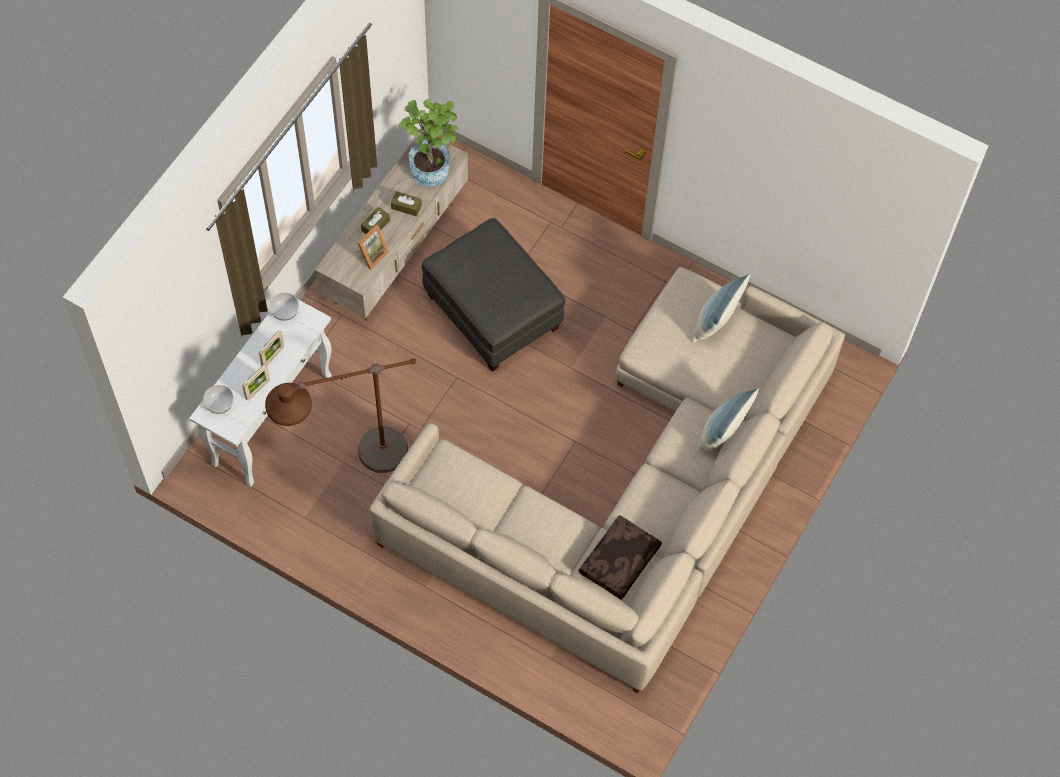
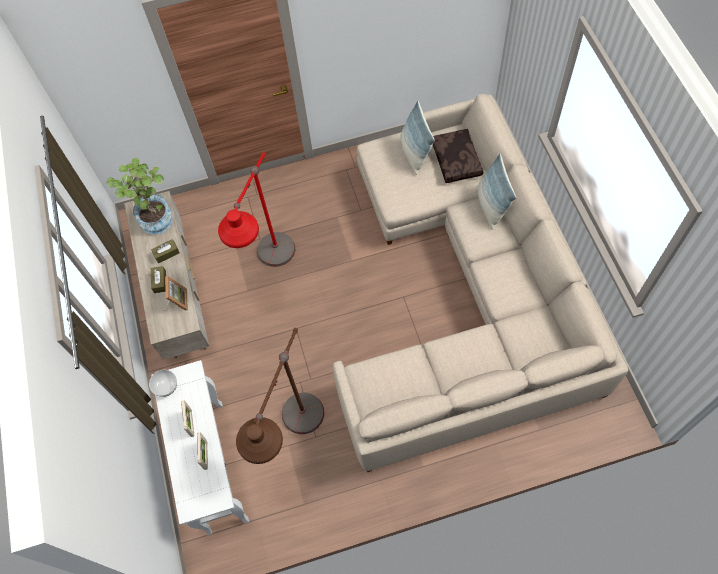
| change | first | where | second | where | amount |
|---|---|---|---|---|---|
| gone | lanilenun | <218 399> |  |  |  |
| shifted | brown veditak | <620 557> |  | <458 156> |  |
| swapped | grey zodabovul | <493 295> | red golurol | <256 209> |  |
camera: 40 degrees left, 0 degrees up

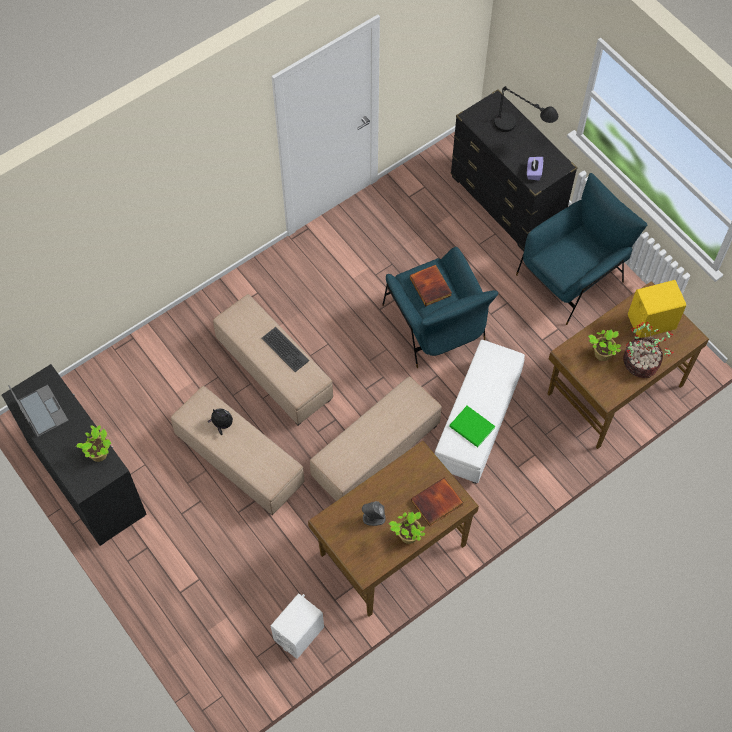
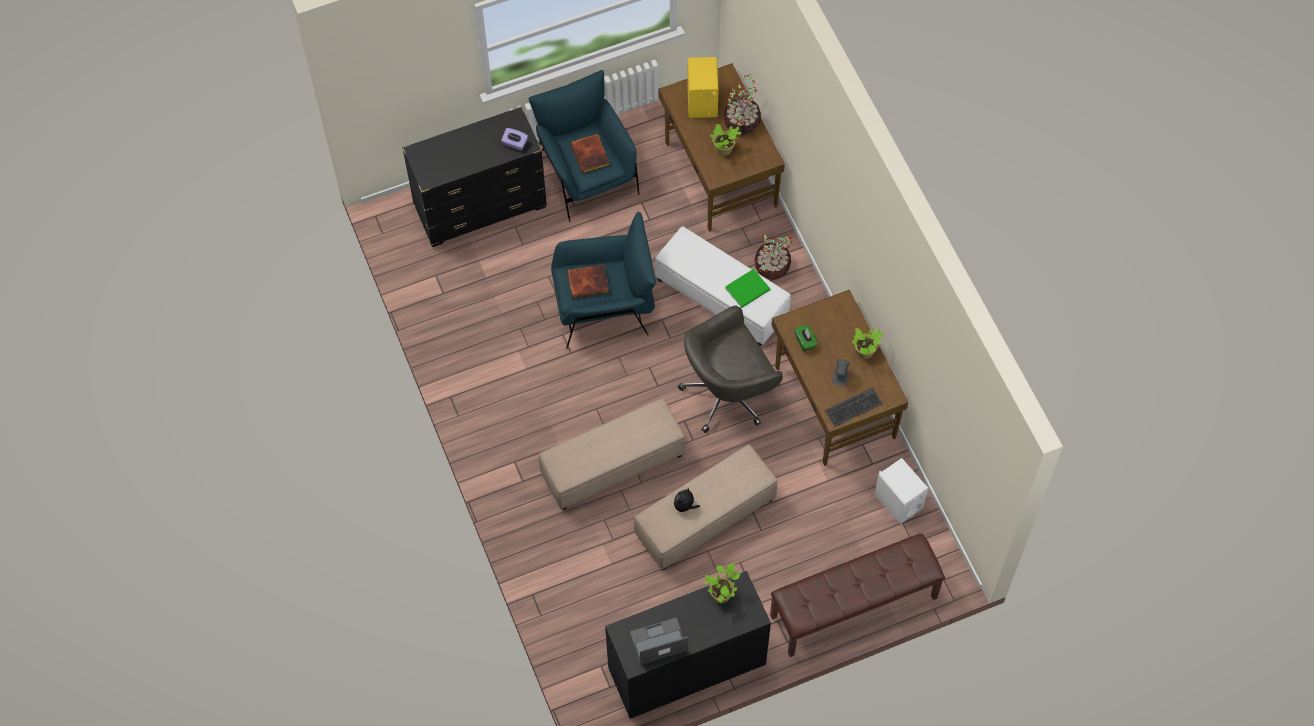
| change | first | where | second | where | amount |
|---|---|---|---|---|---|
| gone | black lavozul | <526 109> |  |  |  |
| new |  |  | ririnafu | <774 257> |  |
| new |  |  | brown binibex | <857 595> |  |
| new |  |  | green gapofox | <806 338> |  |
| shifted | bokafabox | <285 349> |  | <854 407> |  |
| shifted | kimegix | <437 502> |  | <590 154> |  |
| swapped | beige zodabovul | <376 438> | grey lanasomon | <730 369> |  |
camera: 75 degrees left, 0 degrees up

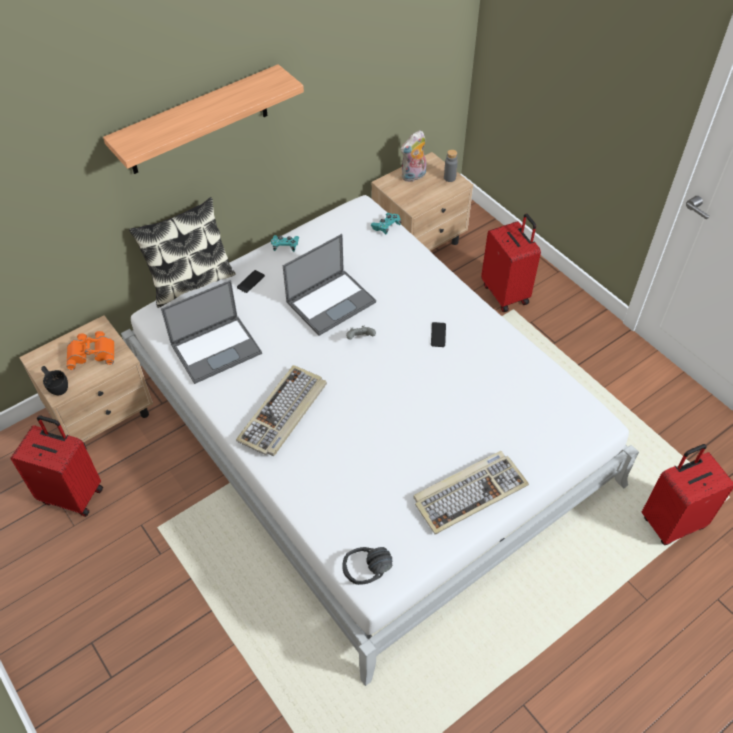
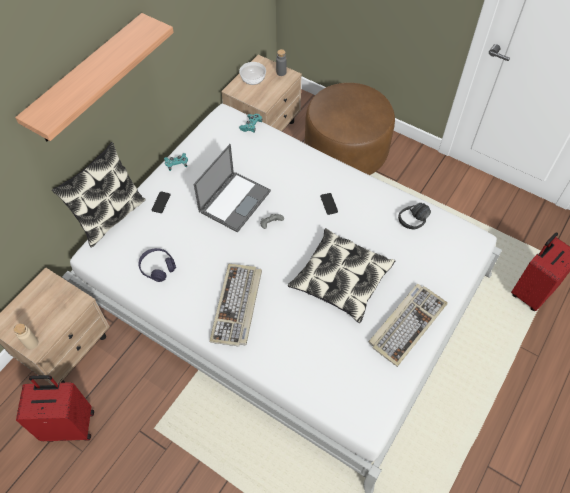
| change | first | where | second | where | amount |
|---|---|---|---|---|---|
| gone | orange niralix | <90 350> |  |  |  |
| new |  |  | veditak | <341 275> |  |
| shifted | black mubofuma | <367 566> |  | <414 216> |  |
| swapped | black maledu | <54 380> | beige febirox | <26 336> |  |
| swapped | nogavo | <211 332> | purple mubofuma | <157 265> |  |
| swapped | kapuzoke | <413 156> | lanilenun | <252 73> |  |
| swapped | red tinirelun | <511 262> | brown zodabovul | <350 129> |  |
camera: 20 degrees left, 5 degrees up

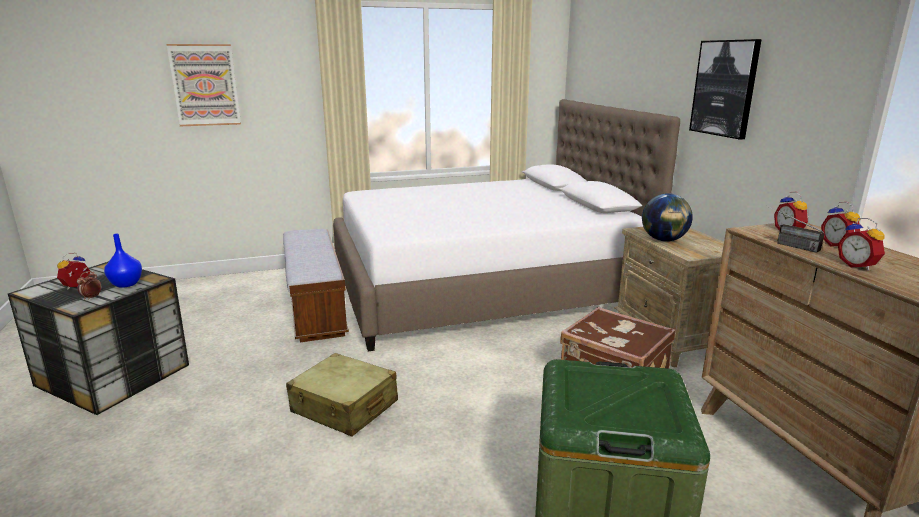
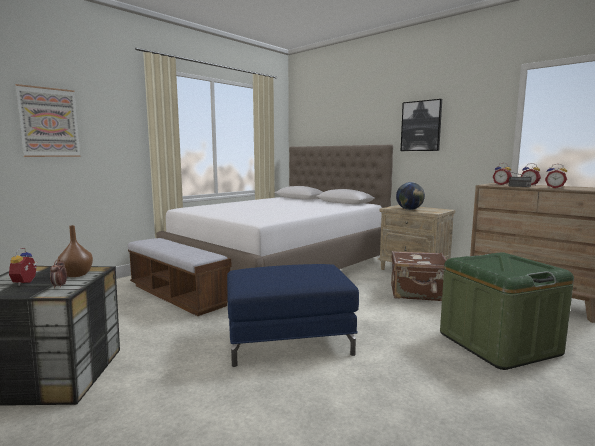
| change | first | where | second | where | amount |
|---|---|---|---|---|---|
| swapped | beige tinirelun | <342 395> | blue zodabovul | <293 315> |  |
| repainted | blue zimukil | <123 261> | brown zimukil | <75 251> |  |
camera: 30 degrees left, 10 degrees down

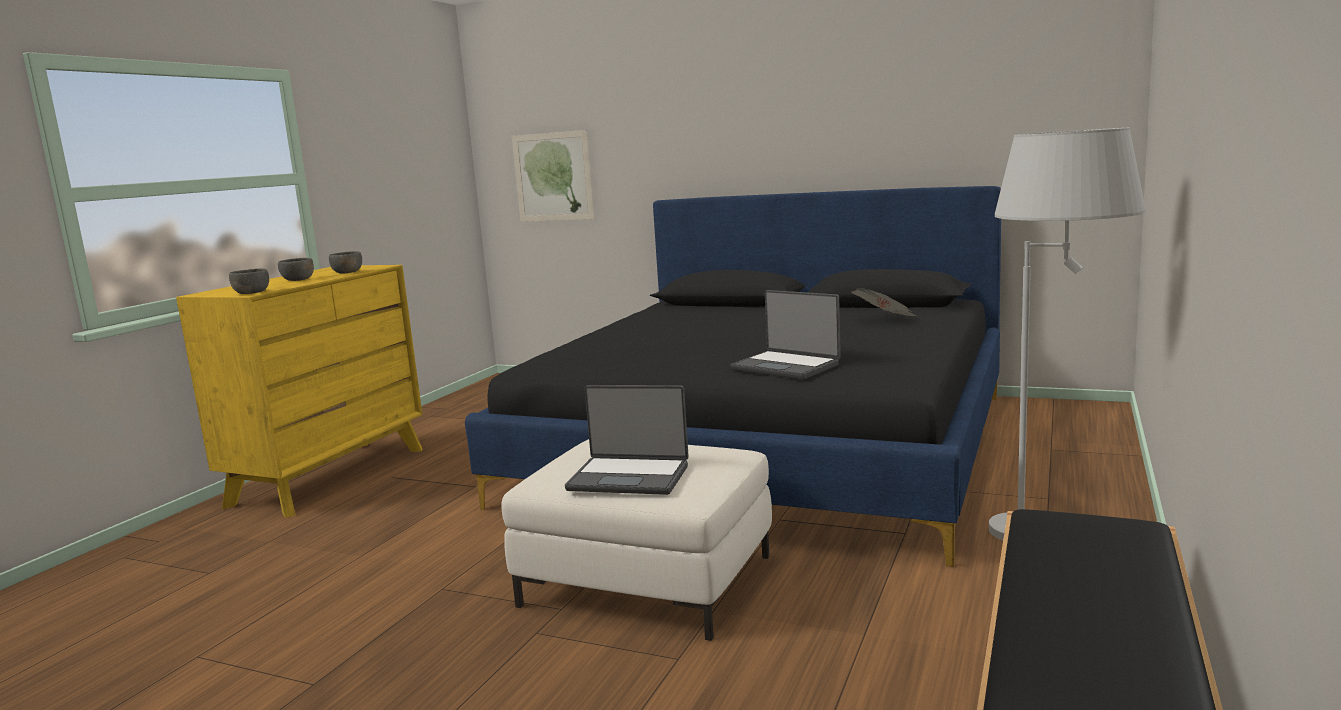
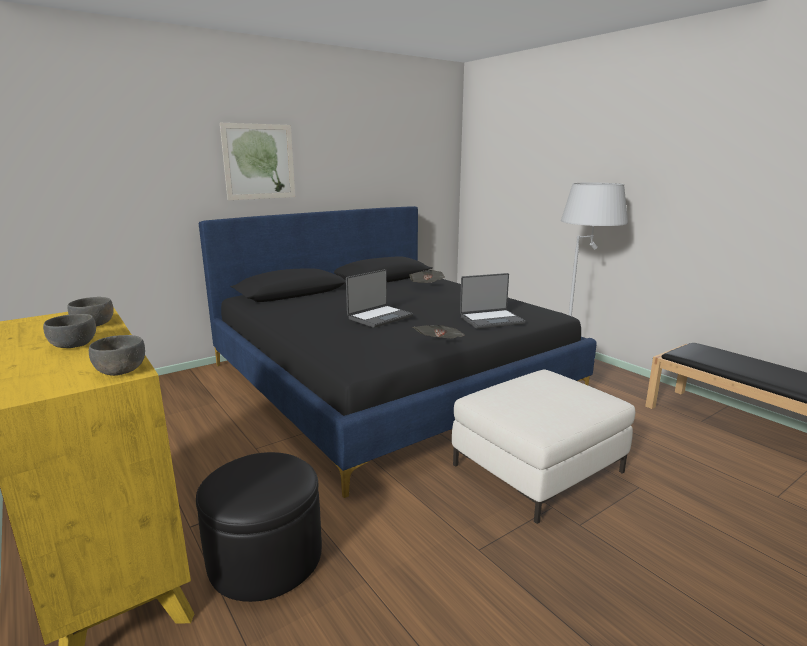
| change | first | where | second | where | amount |
|---|---|---|---|---|---|
| new |  |  | black zodabovul | <259 527> |  |
| new |  |  | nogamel | <438 331> |  |
| shifted | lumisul | <553 176> |  | <257 161> |  |
| shifted | nogavo | <627 440> |  | <379 298> |  |
camera: 60 degrees left, 5 degrees up

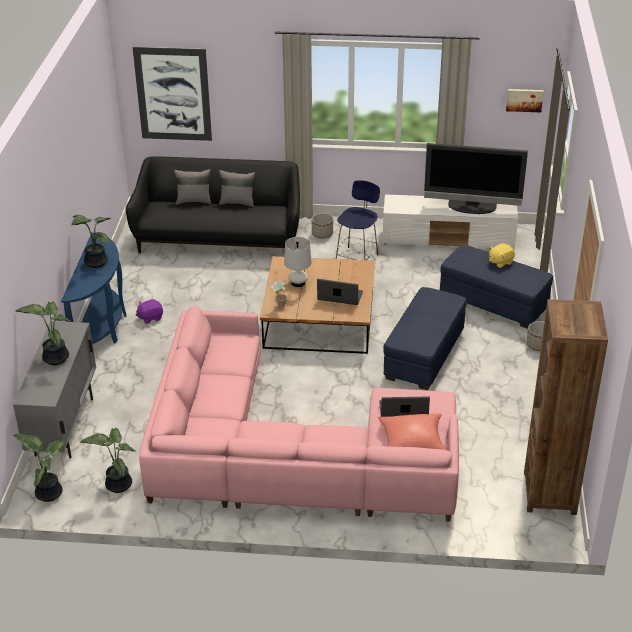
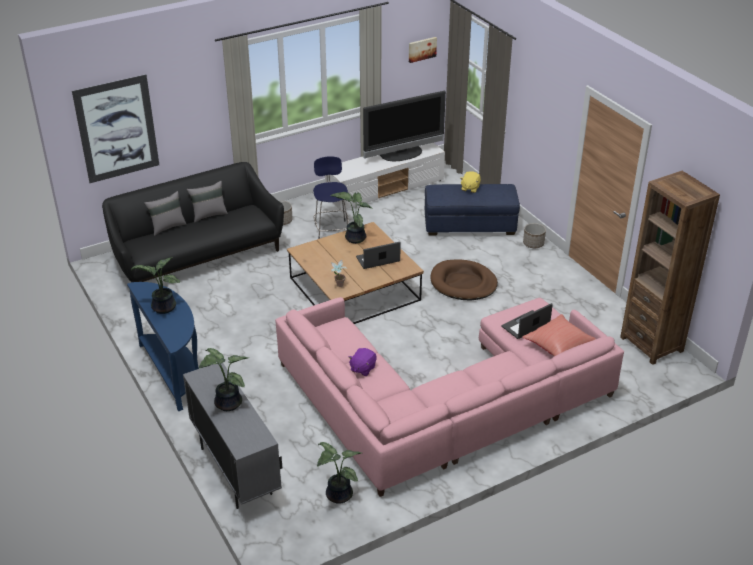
| change | first | where | second | where | amount |
|---|---|---|---|---|---|
| gone | white lavozul | <298 262> |  |  |  |
| shifted | ririnafu | <39 468> |  | <351 218> |  |
| shifted | purple kapuzoke | <149 311> |  | <363 362> |  |
| swapped | blue zodabovul | <425 338> | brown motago | <464 279> |  |
camera: 35 degrees left, 0 degrees up

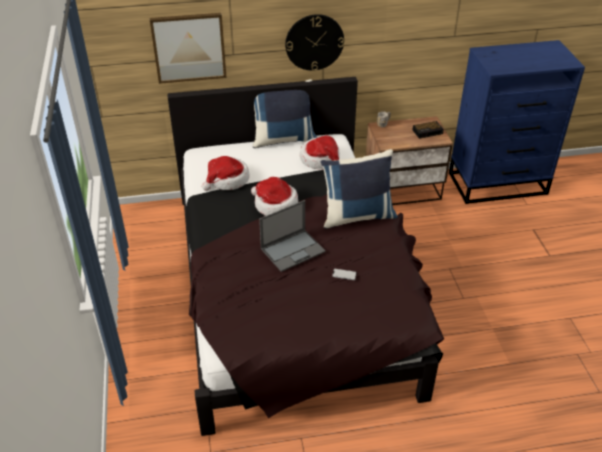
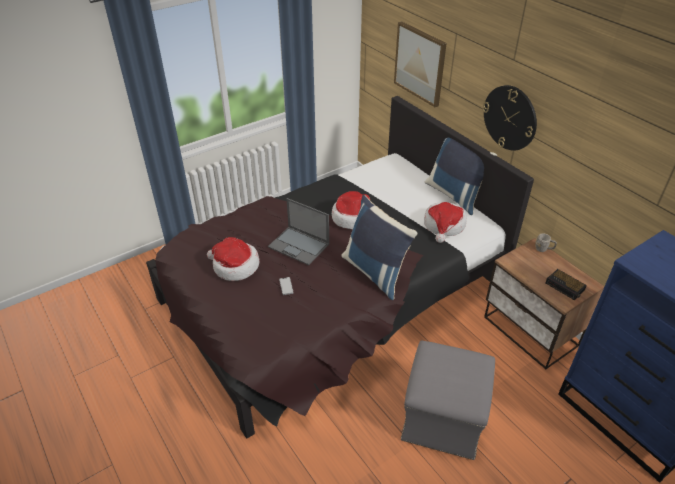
| change | first | where | second | where | amount |
|---|---|---|---|---|---|
| new |  |  | grey zodabovul | <448 400> |  |
| shifted | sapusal | <226 173> |  | <233 259> |  |
camera: 65 degrees right, 0 degrees up

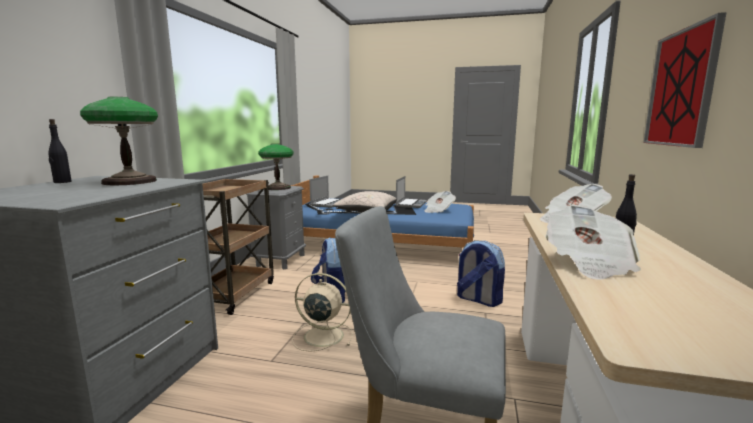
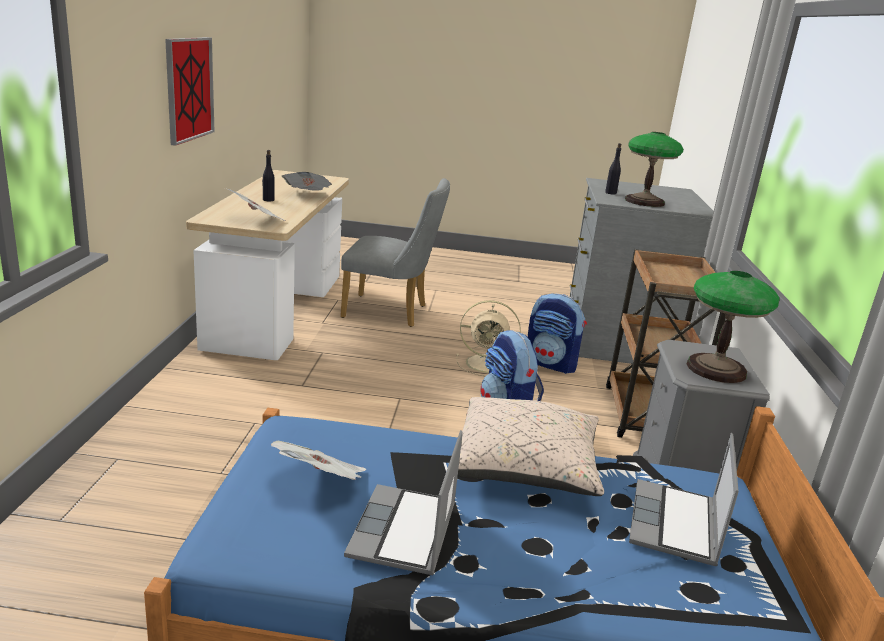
| change | first | where | second | where | amount |
|---|---|---|---|---|---|
| shifted | black febirox | <60 151> |  | <613 169> |  |
| shifted | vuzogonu | <481 273> |  | <557 333> |  |
camera: 170 degrees right, 10 degrees up

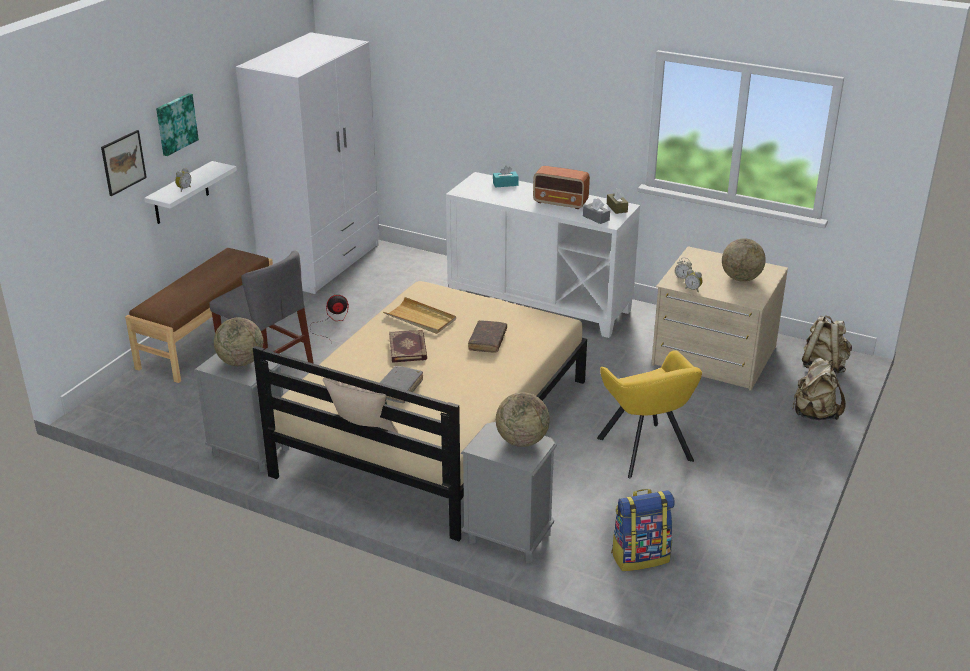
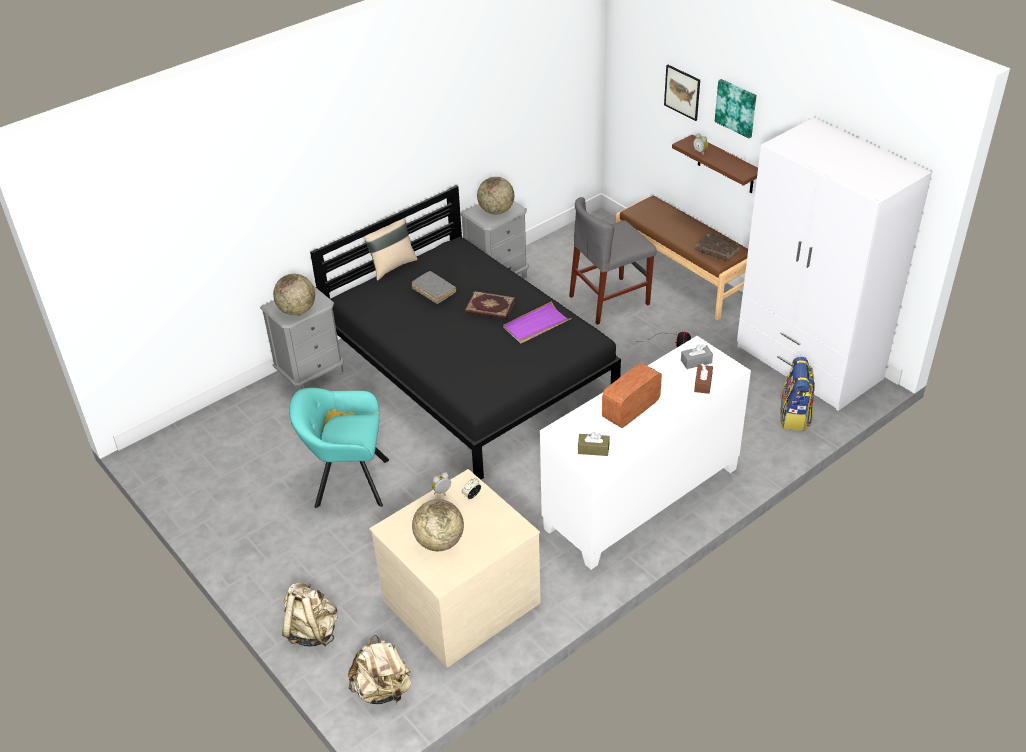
| change | first | where | second | where | amount |
|---|---|---|---|---|---|
| shifted | brown kimegix | <487 336> |  | <717 247> |  |
| shifted | grey gapofox | <596 211> |  | <697 356> |  |
| shifted | vuzogonu | <643 530> |  | <797 393> |  |
| repainted | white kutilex | <190 192> | brown kutilex | <715 163> |  |
| repainted | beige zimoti | <420 411> | black zimoti | <465 332> |  |
| repainted | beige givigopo | <419 315> | purple givigopo | <537 322> |  |
| repainted | turquoise gapofox | <506 176> | brown gapofox | <703 379> |  |
| repainted | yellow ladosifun | <649 414> | turquoise ladosifun | <339 448> |  |
camera: 115 degrees right, 10 degrees up

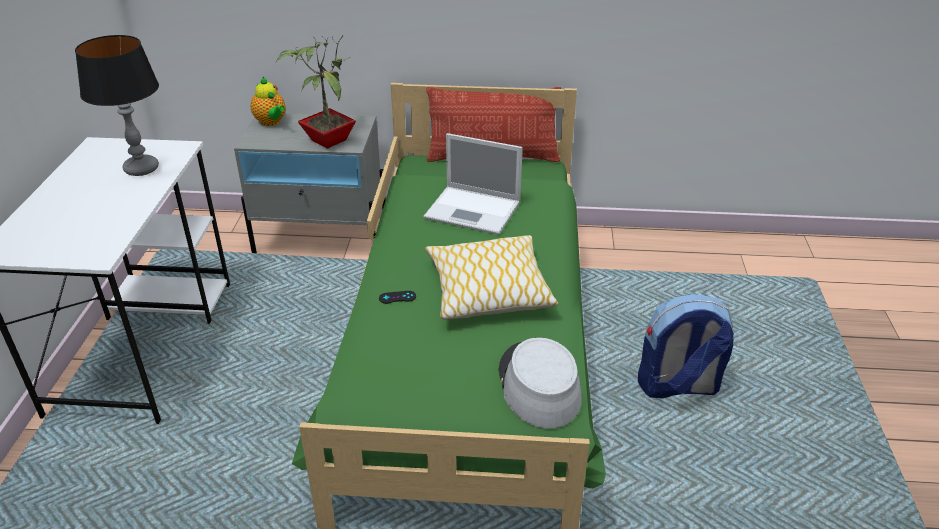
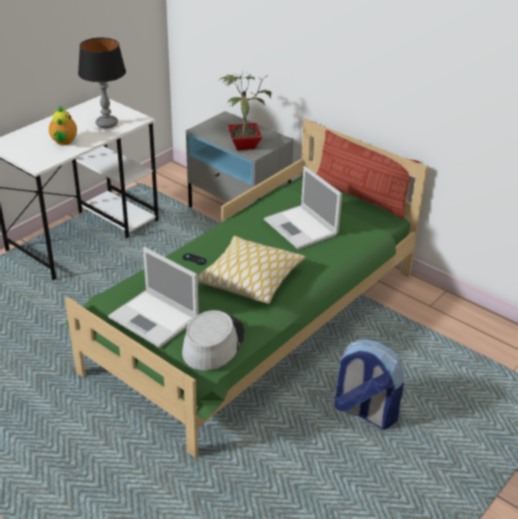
| change | first | where | second | where | amount |
|---|---|---|---|---|---|
| new |  |  | nogavo | <153 297> |  |
| shifted | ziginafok | <268 101> |  | <63 125> |  |
camera: 35 degrees right, 0 degrees up

